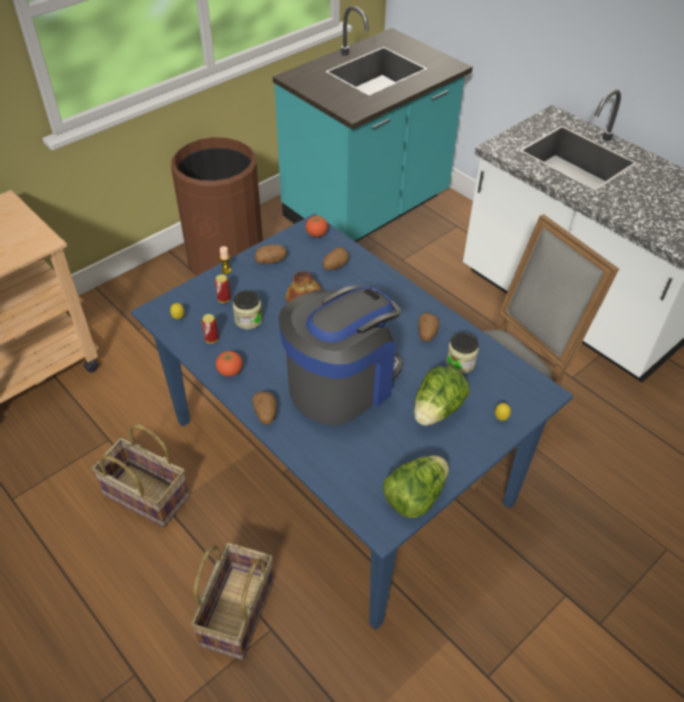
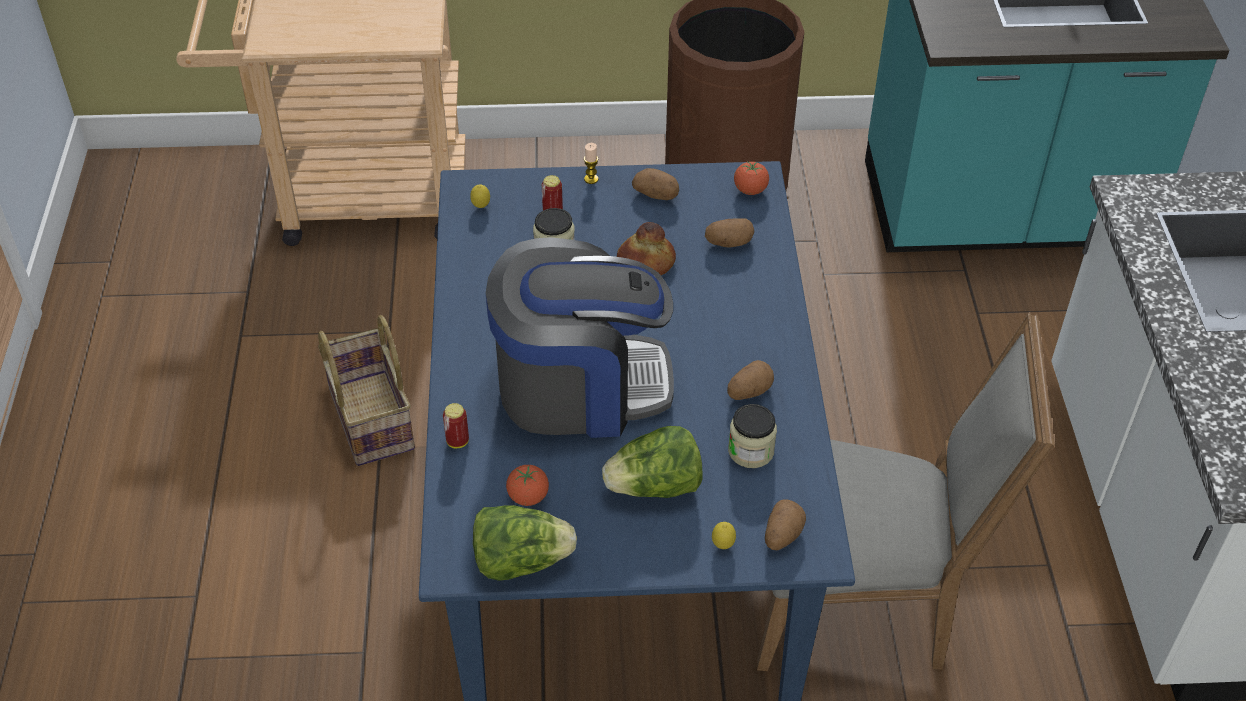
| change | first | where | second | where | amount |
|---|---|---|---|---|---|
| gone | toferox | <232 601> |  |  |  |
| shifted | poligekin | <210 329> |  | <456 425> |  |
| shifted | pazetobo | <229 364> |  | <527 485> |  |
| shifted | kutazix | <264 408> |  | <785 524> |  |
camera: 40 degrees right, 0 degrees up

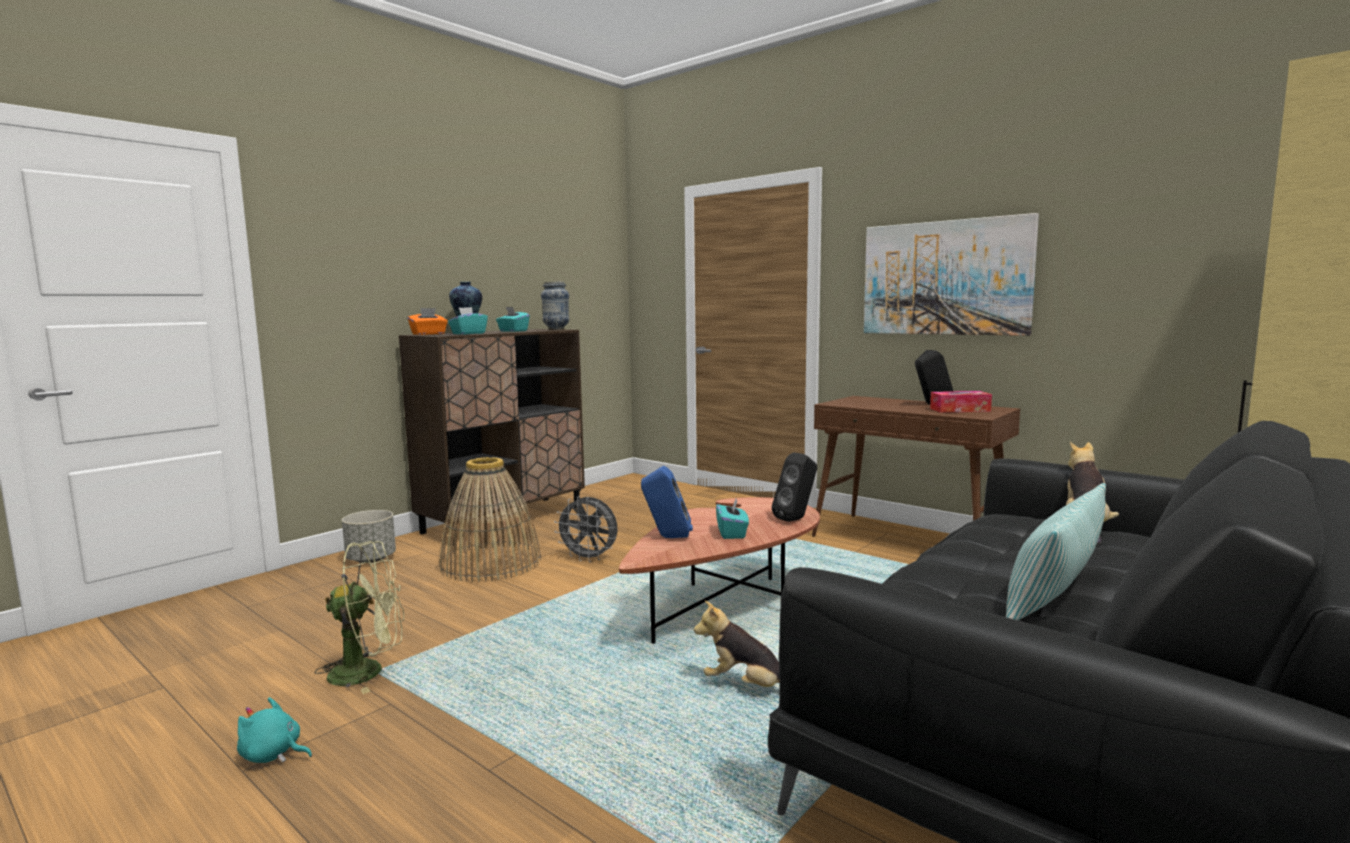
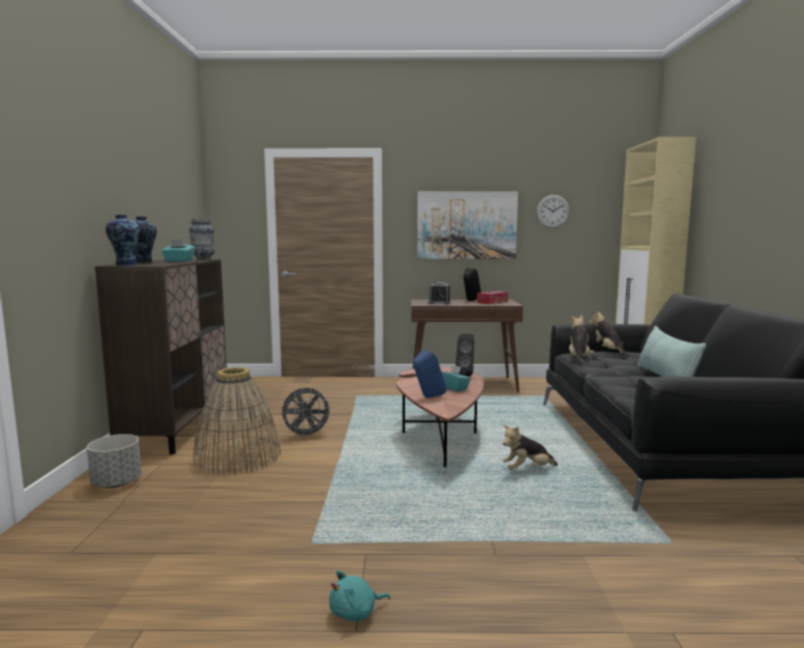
| change | first | where | second | where | amount |
|---|---|---|---|---|---|
| gone | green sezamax | <359 617> |  |  |  |
| gone | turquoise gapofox | <468 320> |  |  |  |
| new |  |  | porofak | <440 293> |  |
| new |  |  | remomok | <553 211> |  |
| new |  |  | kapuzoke | <581 341> |  |
| swapped | orange gapofox | <428 321> | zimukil | <123 240> |  |
camera: 40 degrees left, 0 degrees up

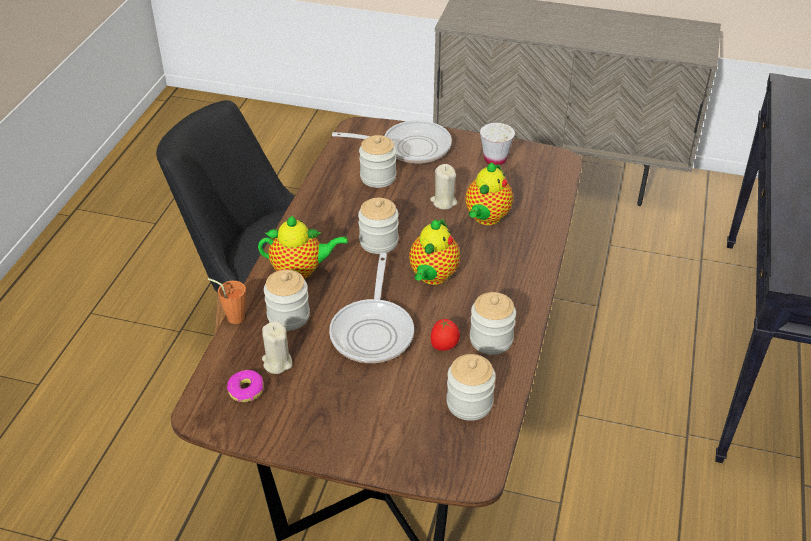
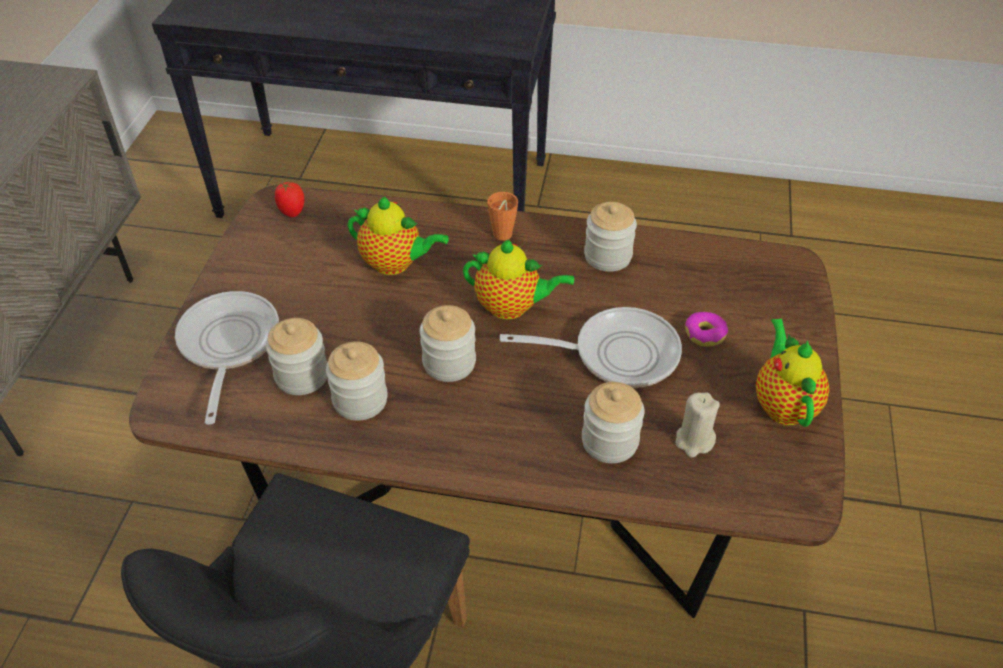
| change | first | where | second | where | amount |
|---|---|---|---|---|---|
| gone | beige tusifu | <443 186> |  |  |  |
| gone | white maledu | <497 144> |  |  |  |
| shifted | orange maledu | <227 301> |  | <503 216> |  |
| shifted | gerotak | <245 386> |  | <706 329> |  |
| shifted | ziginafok | <303 247> |  | <792 372> |  |
| shifted | pazetobo | <445 335> |  | <289 199> |  |
| shifted | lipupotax | <471 387> |  | <357 380> |  |
camera: 95 degrees left, 5 degrees up

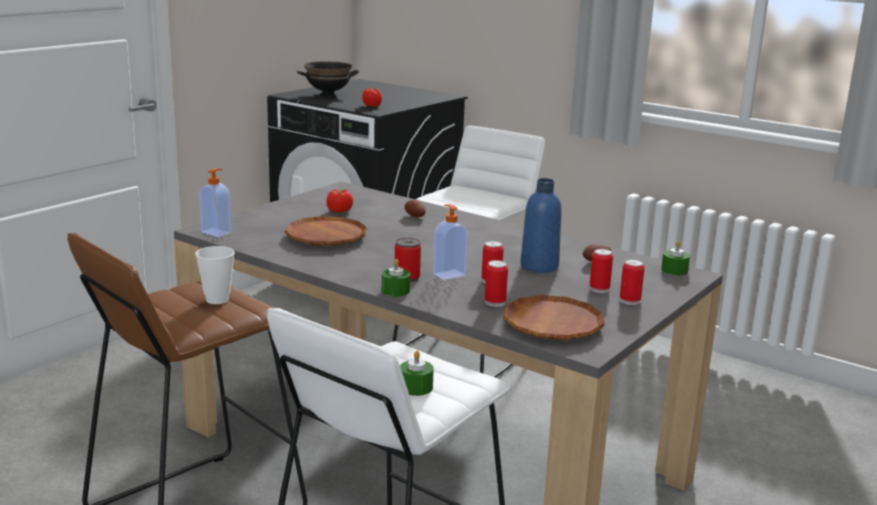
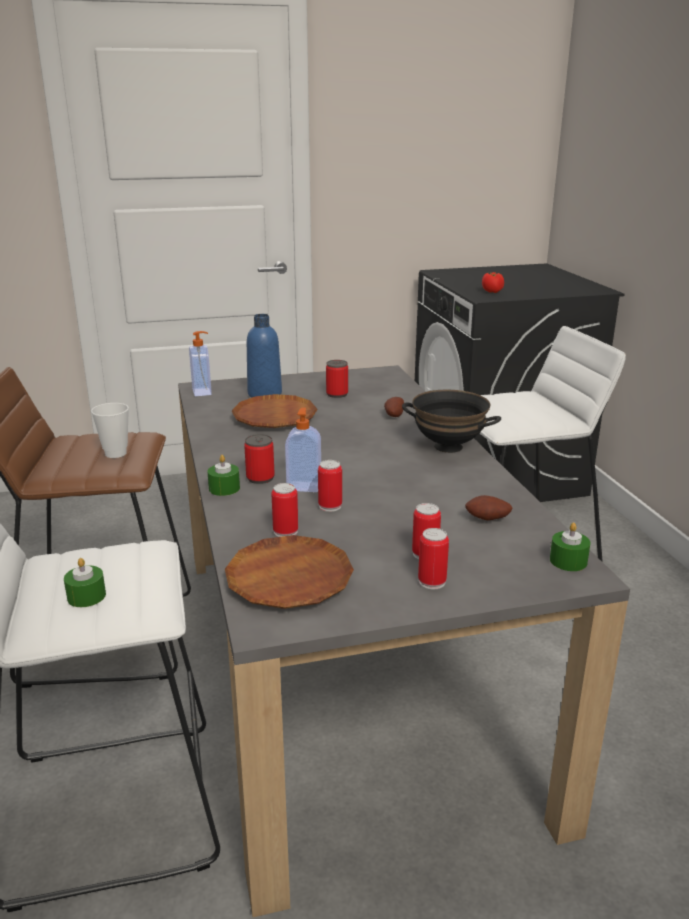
| change | first | where | second | where | amount |
|---|---|---|---|---|---|
| shifted | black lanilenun | <328 79> |  | <451 421> |  |
| shifted | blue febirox | <541 225> |  | <264 355> |  |
| swapped | pazetobo | <339 201> | poligekin | <337 379> |  |
camera: 40 degrees right, 5 degrees up

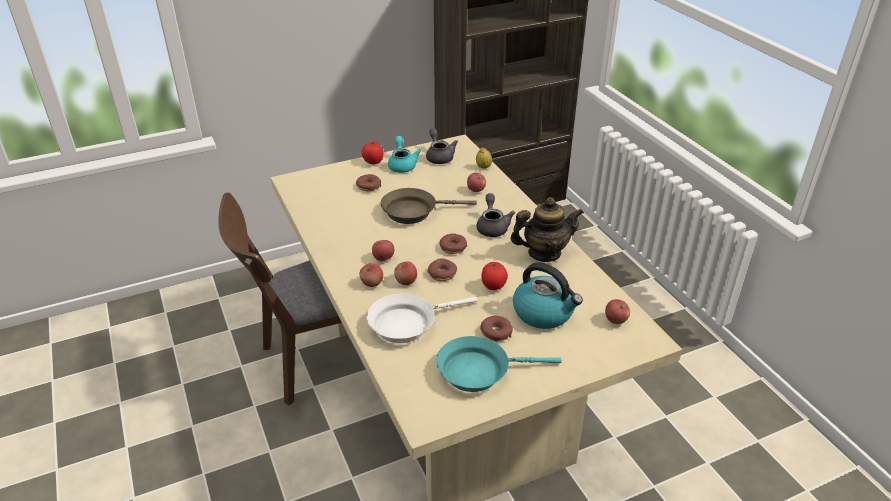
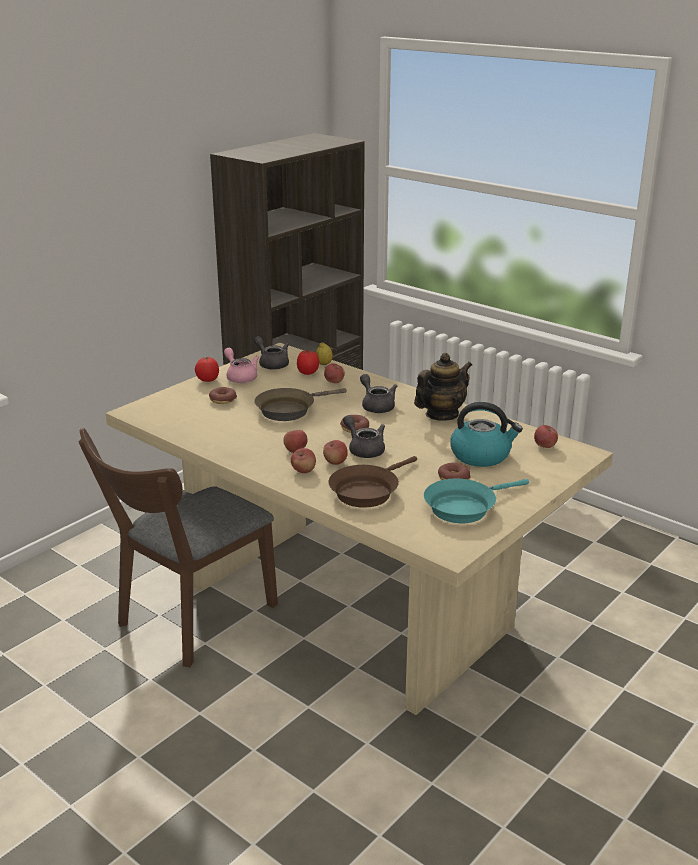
| change | first | where | second | where | amount |
|---|---|---|---|---|---|
| shifted | pazetobo | <494 276> |  | <308 362> |  |
| swapped | gerotak | <442 269> | grey ziginafok | <364 436> |  |
| repainted | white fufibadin | <422 318> | brown fufibadin | <373 482> |  |
| repainted | turquoise ziginafok | <404 154> | pink ziginafok | <241 365> |  |
camera: 25 degrees left, 10 degrees down

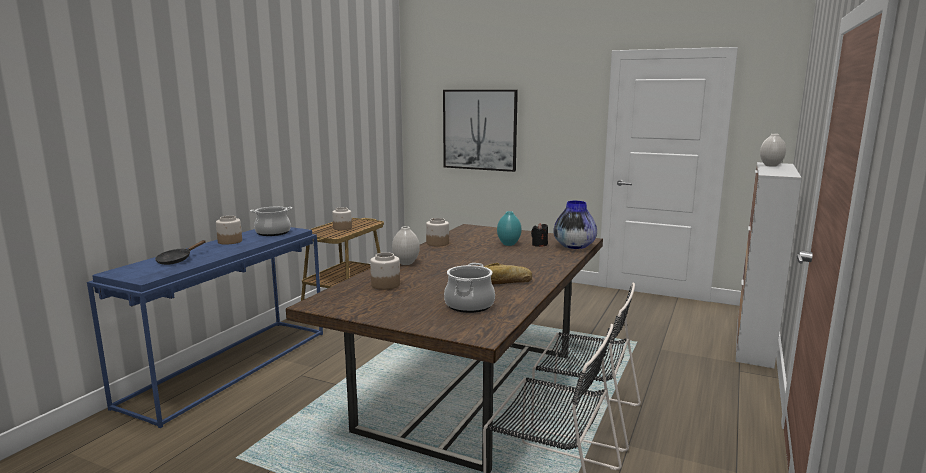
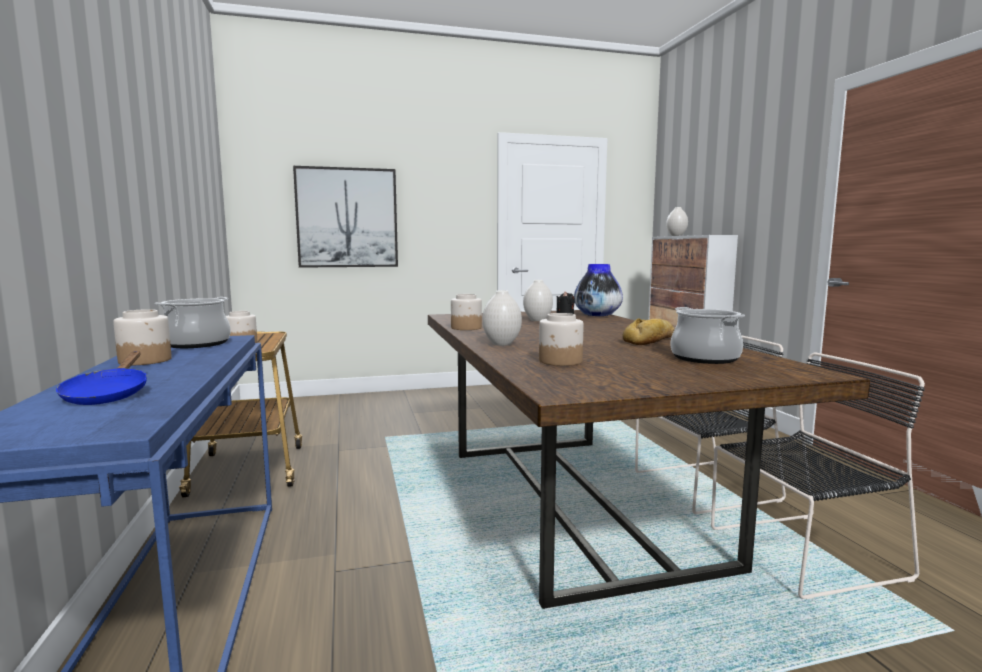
| change | first | where | second | where | amount |
|---|---|---|---|---|---|
| repainted | black fufibadin | <180 252> | blue fufibadin | <101 378> |  |
| repainted | turquoise zimukil | <509 228> | white zimukil | <538 300> |  |
camera: 40 degrees left, 5 degrees down

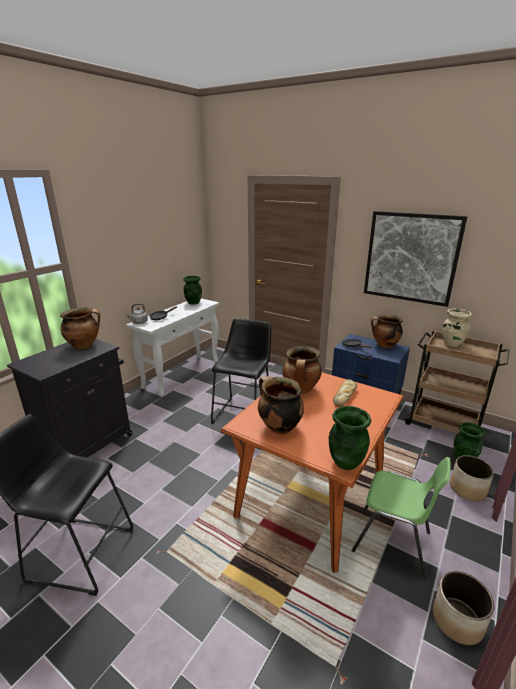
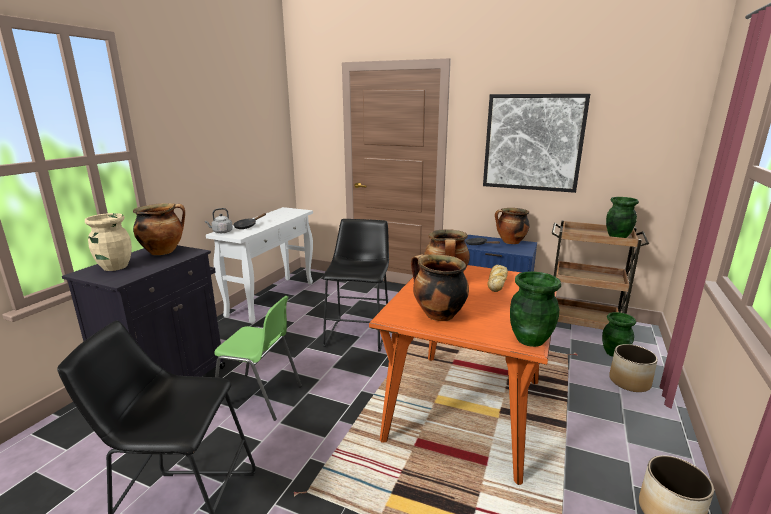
| change | first | where | second | where | amount |
|---|---|---|---|---|---|
| shifted | green zimukil | <192 290> |  | <622 217> |  |
| shifted | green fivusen | <401 517> |  | <258 358> |  |
| shifted | beige zimukil | <457 328> |  | <108 242> |  |
camera: 10 degrees left, 5 degrees down

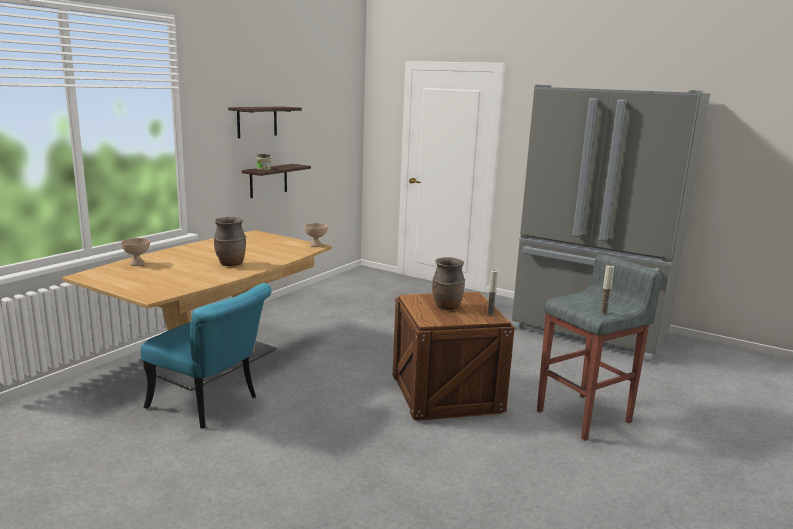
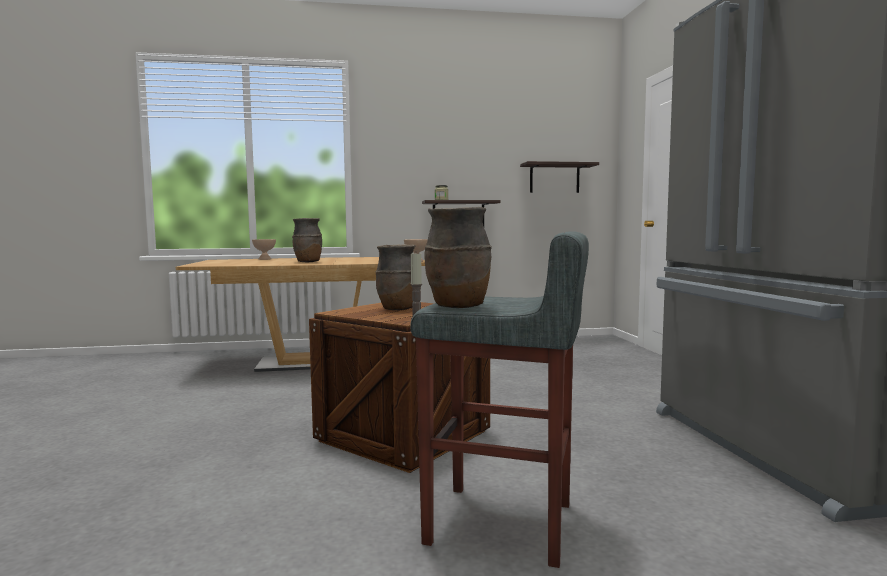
| change | first | where | second | where | amount |
|---|---|---|---|---|---|
| gone | turquoise fivusen | <205 356> |  |  |  |
| shifted | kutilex | <265 122> |  | <559 177> |  |
| swapped | tusifu | <606 290> | brown zimukil | <458 257> |  |
camera: 50 degrees right, 10 degrees down

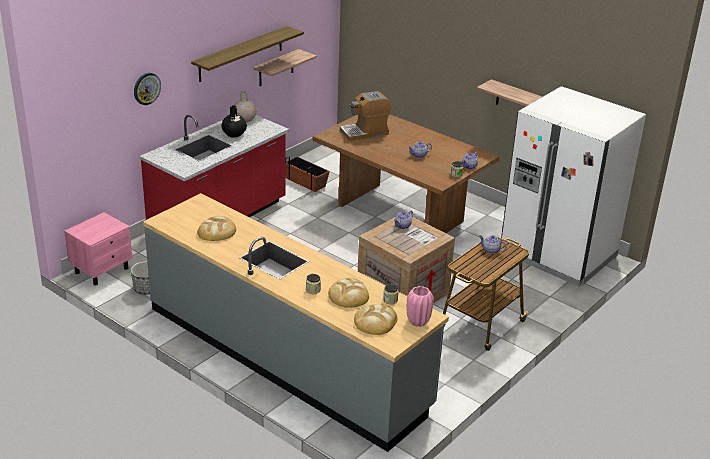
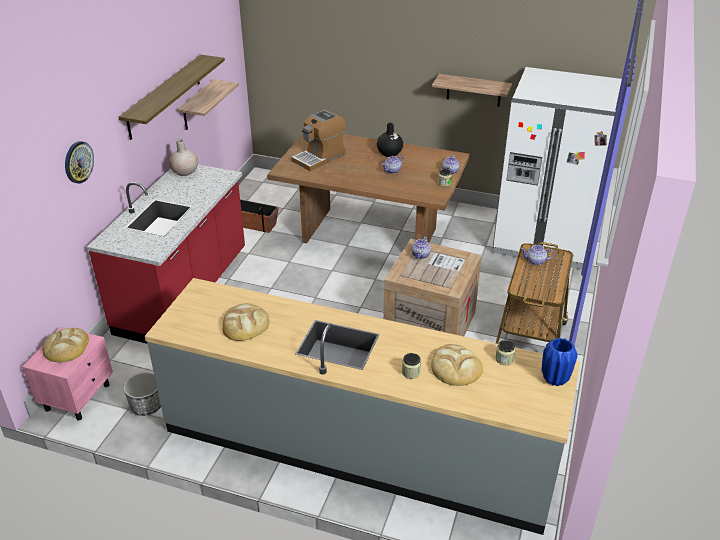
| change | first | where | second | where | amount |
|---|---|---|---|---|---|
| shifted | black zimukil | <234 121> |  | <390 140> |  |
| shifted | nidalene | <375 319> |  | <65 345> |  |
| repainted | pink zimukil | <420 306> | blue zimukil | <560 362> |  |
camera: 20 degrees left, 5 degrees up

